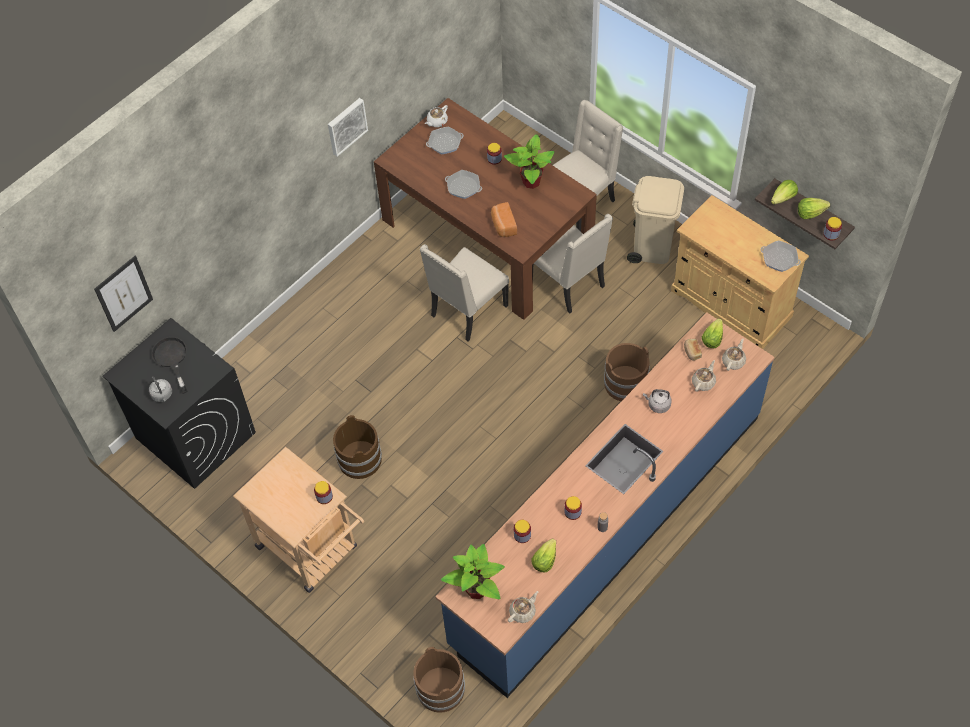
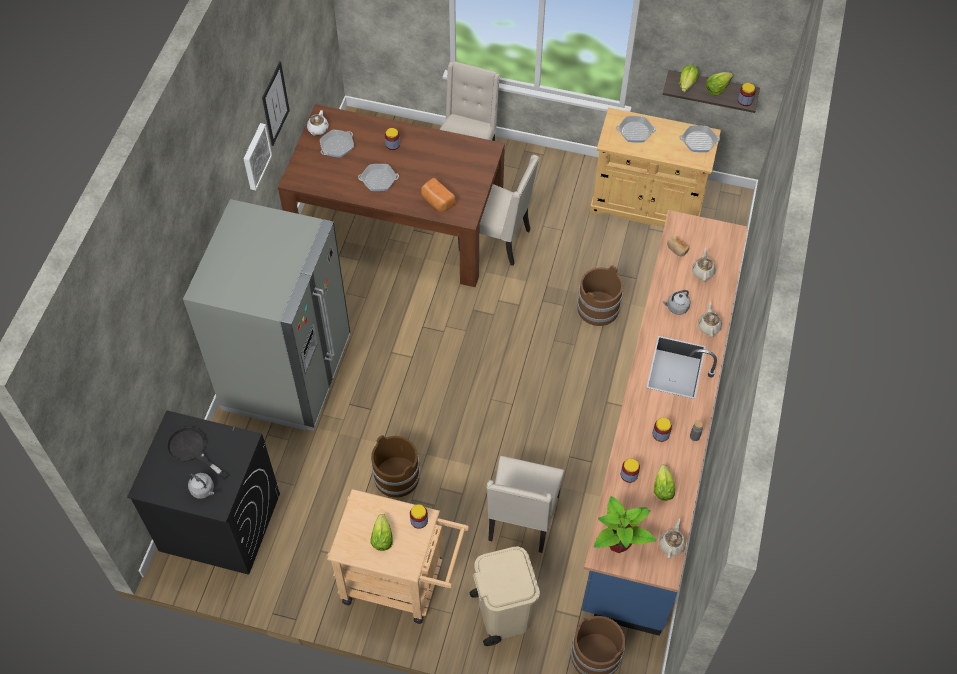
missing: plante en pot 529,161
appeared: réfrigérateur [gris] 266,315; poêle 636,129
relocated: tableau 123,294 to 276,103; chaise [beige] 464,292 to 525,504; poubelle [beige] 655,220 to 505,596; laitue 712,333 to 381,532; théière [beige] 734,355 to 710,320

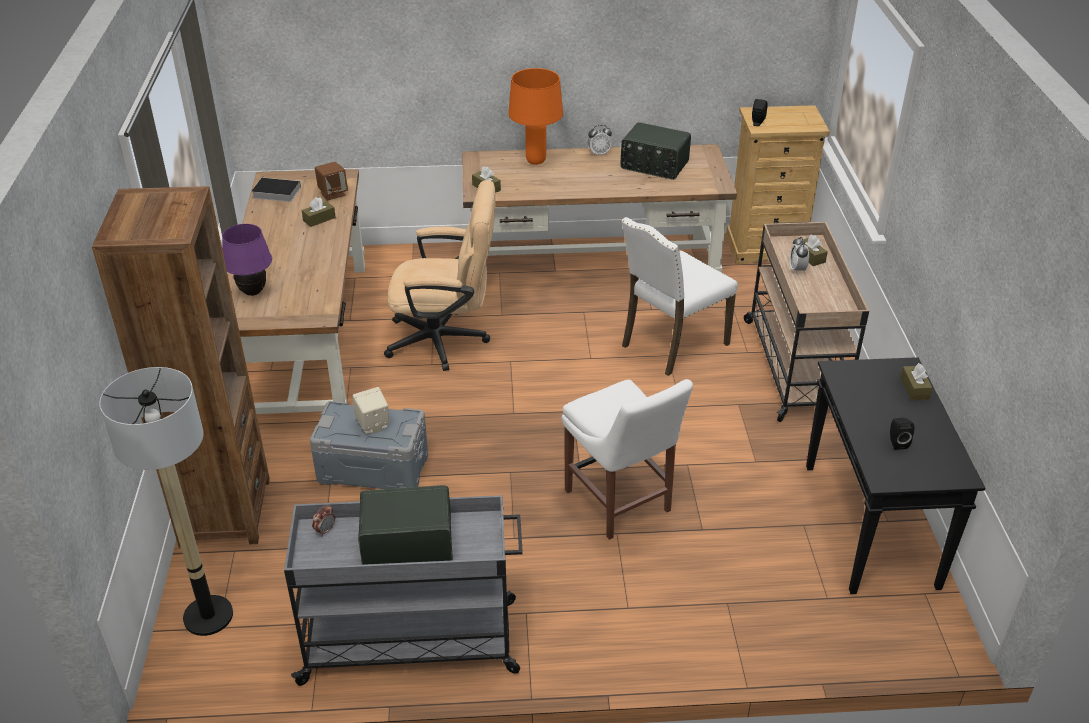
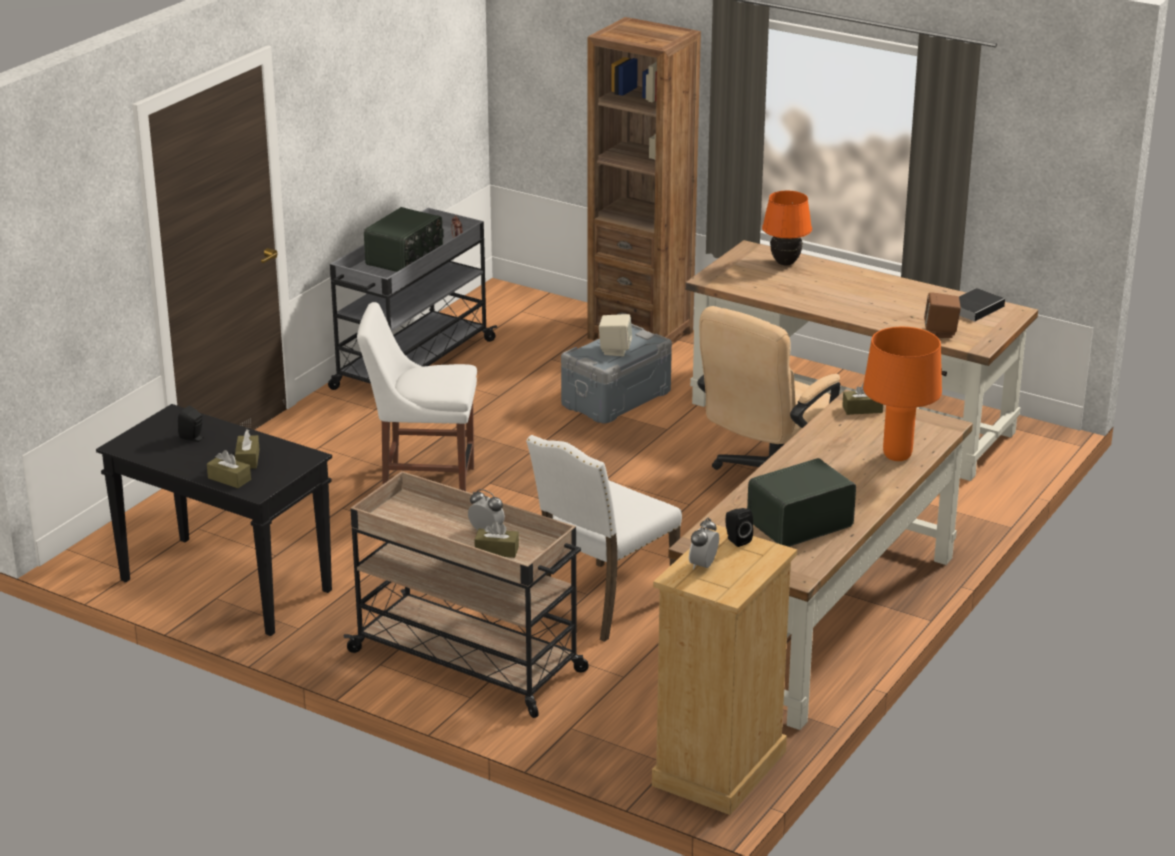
missing: lampadaire 166,501
relocated: boîte à mouchoirs [marron] 319,212 to 247,449; réveil 600,140 to 704,544
colour: lampe de table [violet] 247,260 to lampe de table [orange] 787,228
spun: chaise [blanc] 679,296 = 604,538 135 degrees counterclockwise

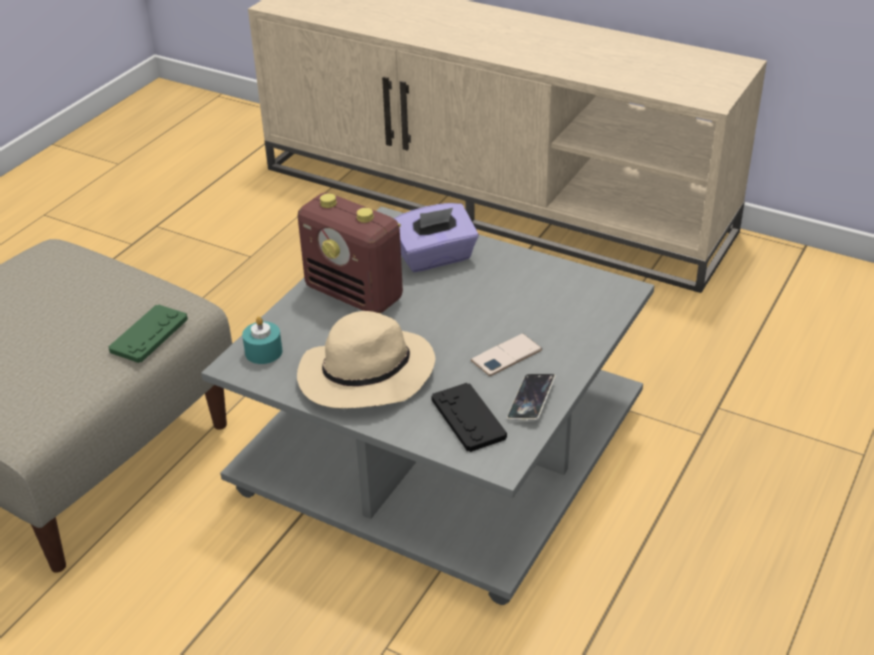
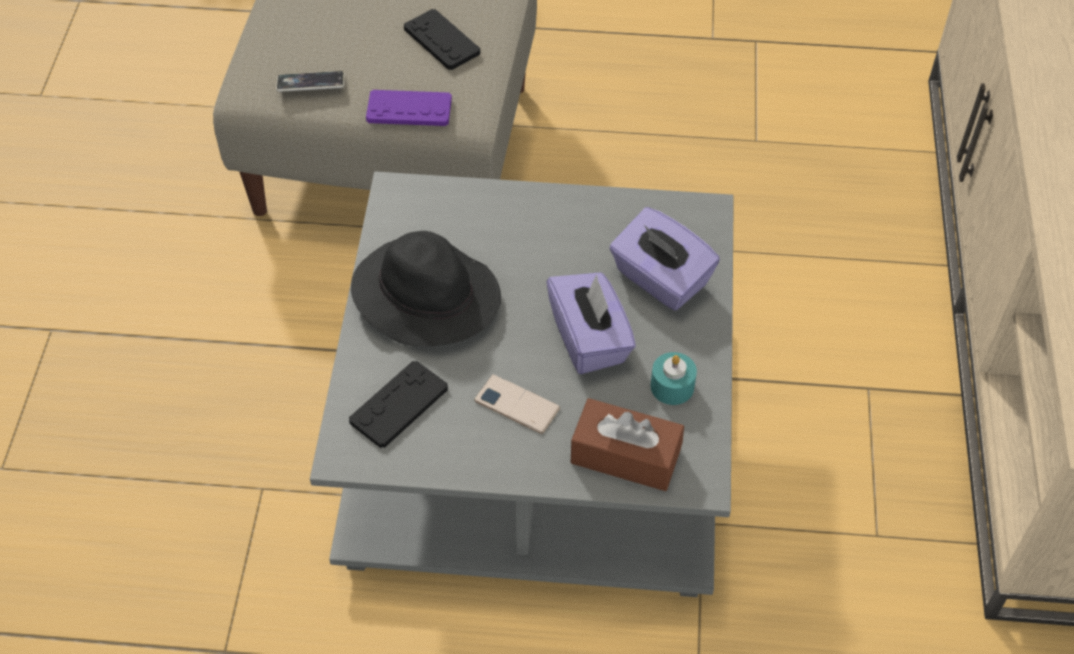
missing: radio 350,253
appeared: manette [noir] 442,39; boîte à mouchoirs [violet] 591,323; boîte à mouchoirs [marron] 627,444
relocated: bougie [turquoise] 262,340 to 674,378; téléphone 531,397 to 310,81
colour: manette [vert] 148,333 to manette [violet] 409,108; chapeau [beige] 366,359 to chapeau [noir] 426,289

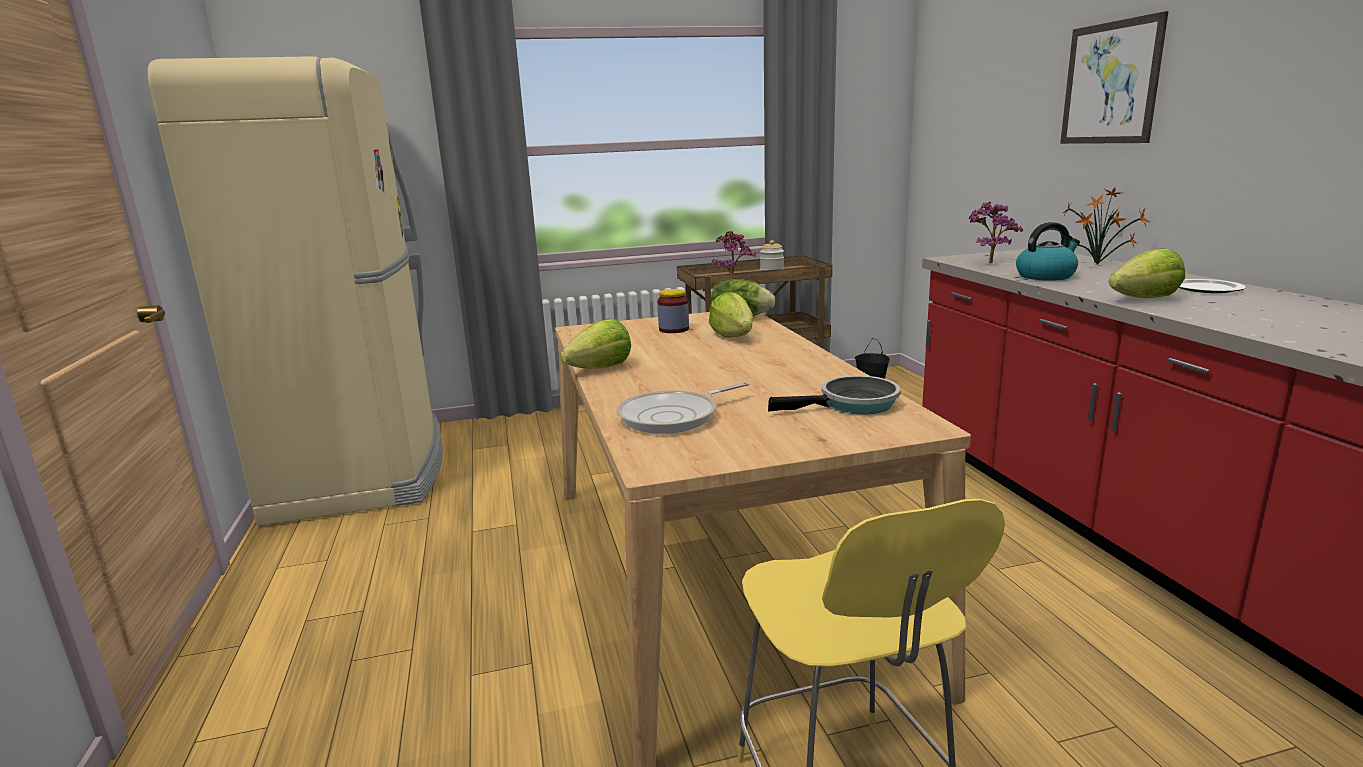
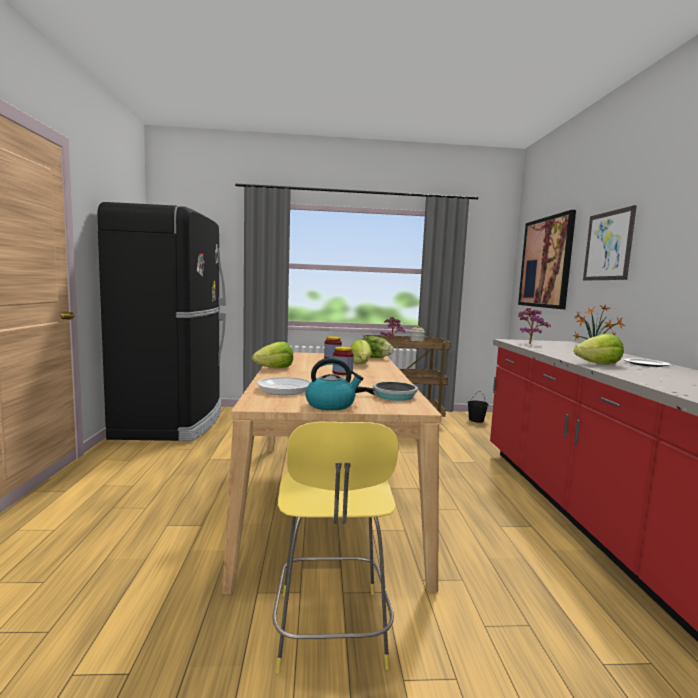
appeared: bocal 343,360; tableau 547,259
relocated: bouilloire 1048,251 to 334,384
colour: réfrigérateur [beige] 295,291 to réfrigérateur [noir] 161,321

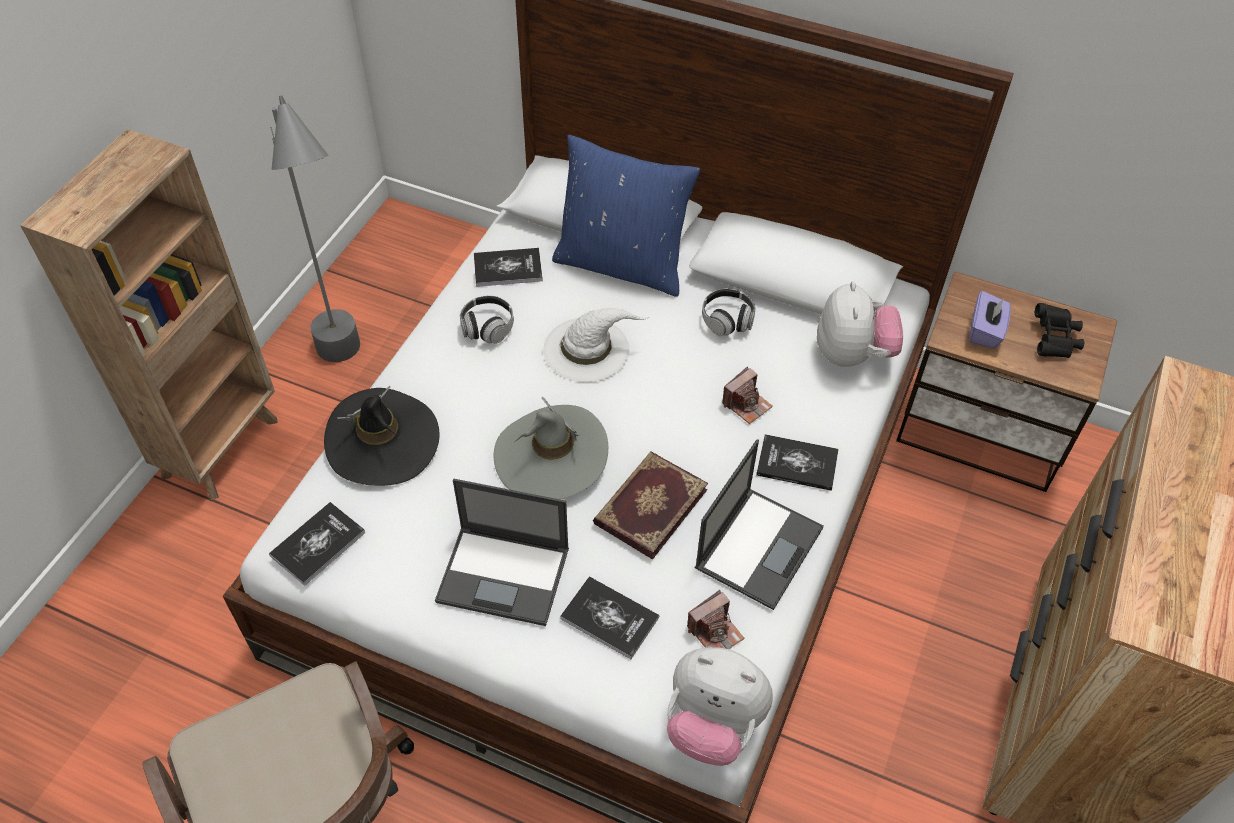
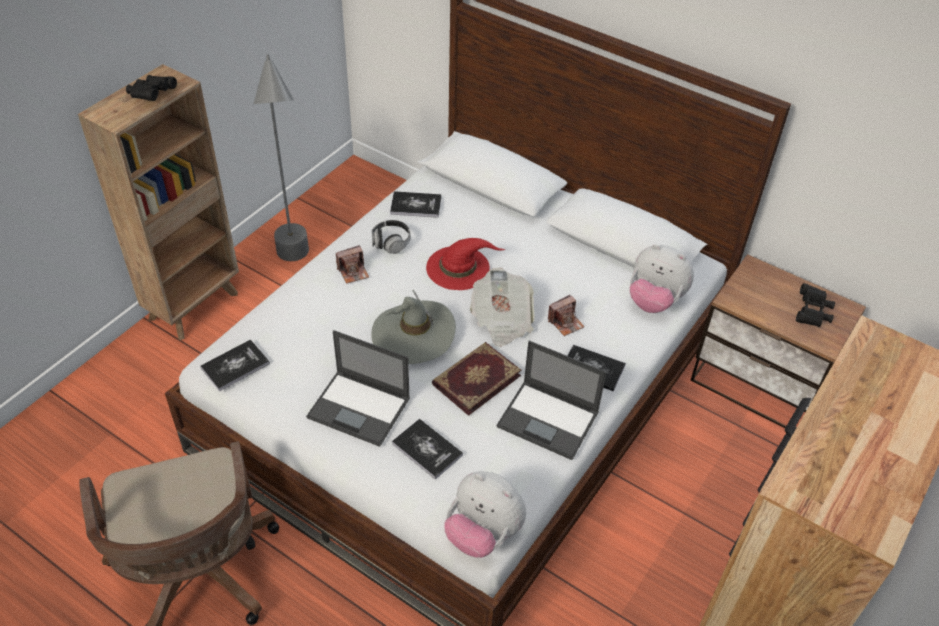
missing: chapeau [noir] 382,436; coussin [bleu] 626,216; casque audio 729,312; boîte à mouchoirs [violet] 990,320
appeared: jumelles [noir] 151,88; journal 502,307
relocated: appareil photo 715,619 to 352,264
colour: chapeau [blanc] 596,345 to chapeau [rouge] 465,264
spun: ordinateur portable 759,525 = 551,400 75 degrees clockwise; peluche 860,324 = 662,278 105 degrees clockwise

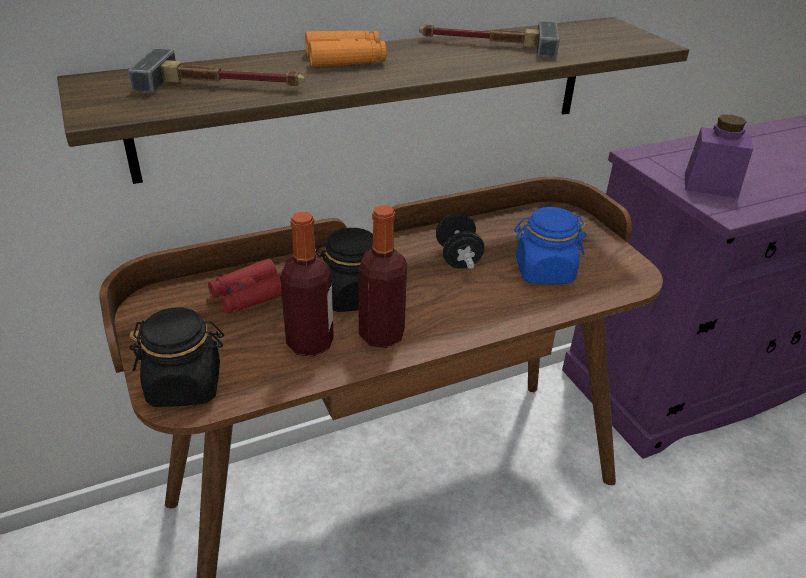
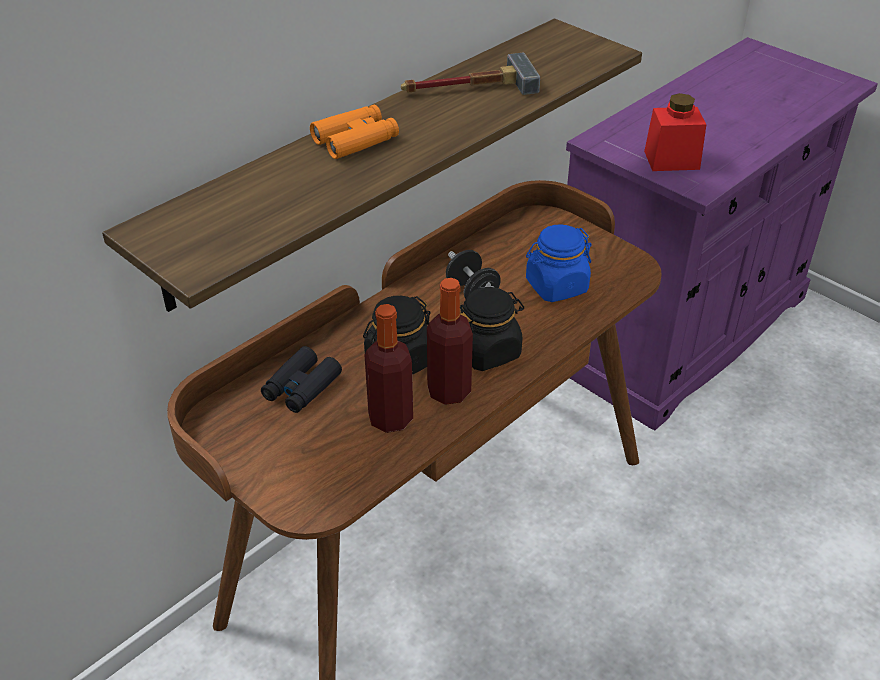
missing: marteau 216,71
relocated: bocal [noir] 176,357 to 492,329
colour: jumelles [rouge] 245,286 to jumelles [noir] 301,379; bocal [violet] 719,157 to bocal [rouge] 675,132

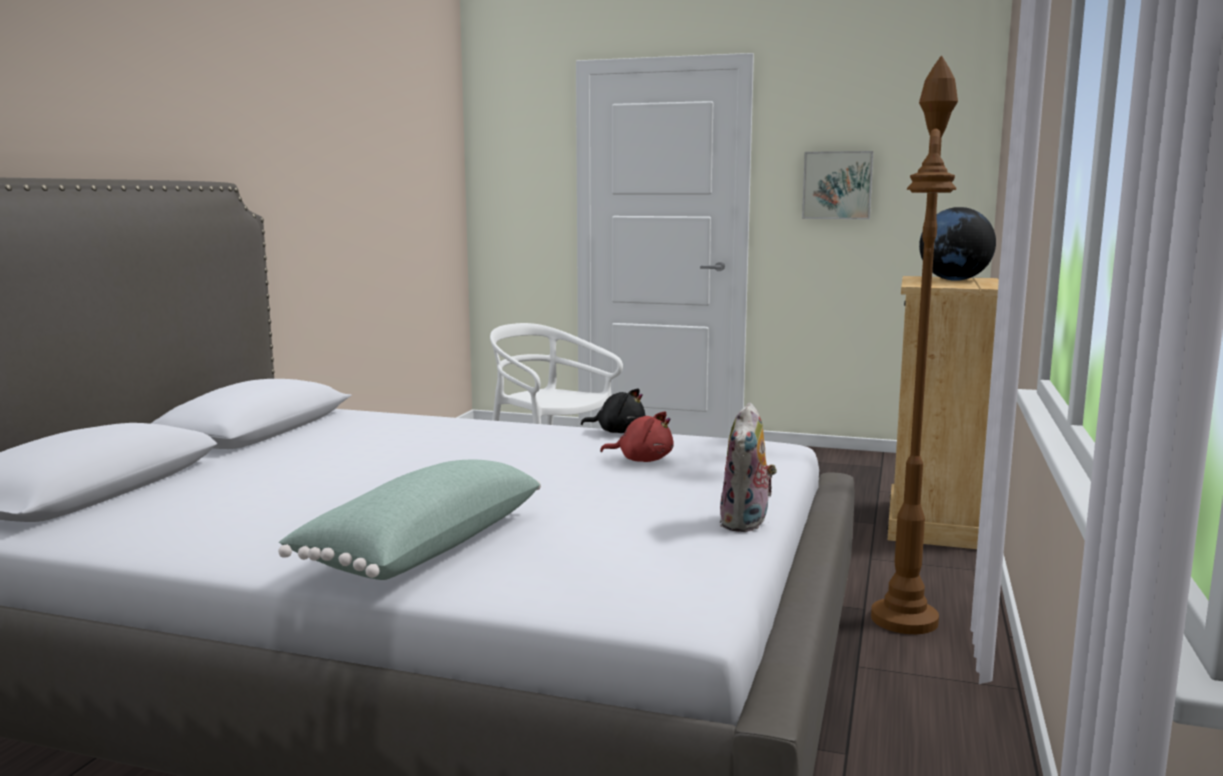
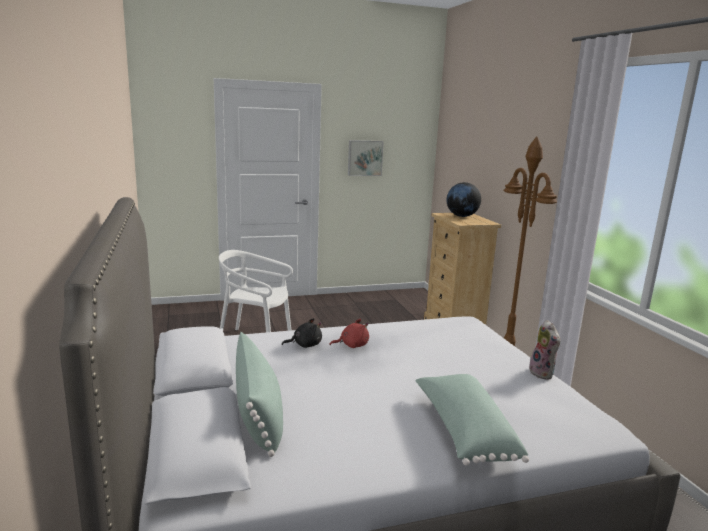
appeared: coussin [vert] 259,394
relocated: peluche [noir] 613,410 to 302,333; peluche [rouge] 637,436 to 349,333

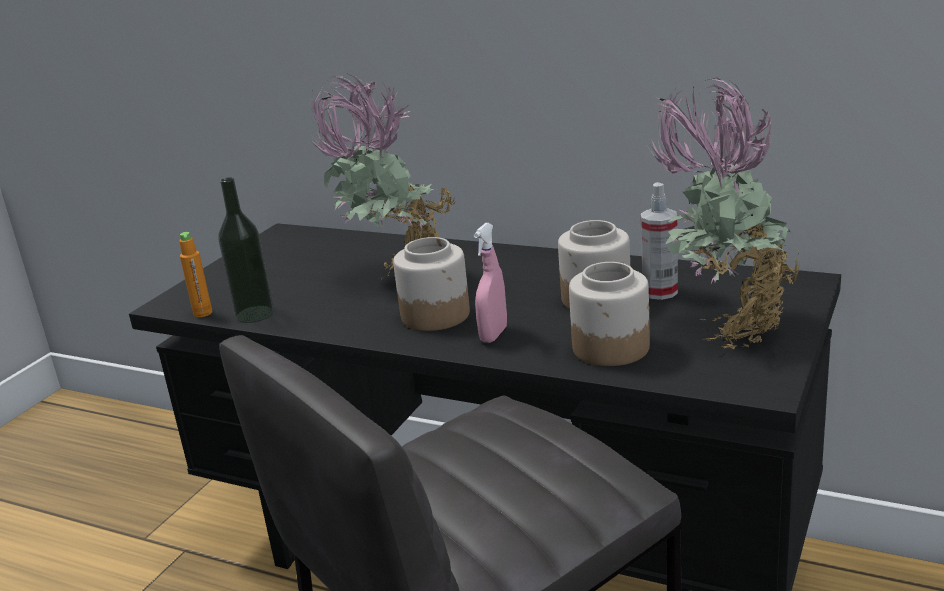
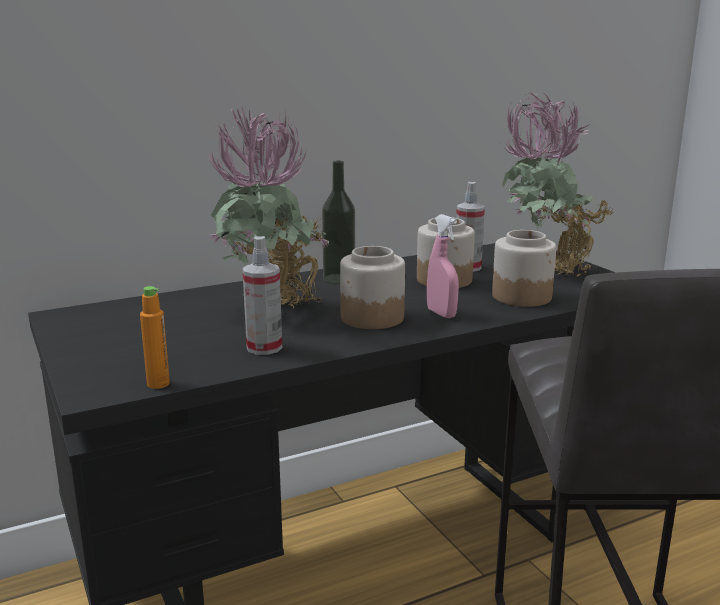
appeared: vaporisateur 262,295
relocated: bouteille 246,250 to 338,222

